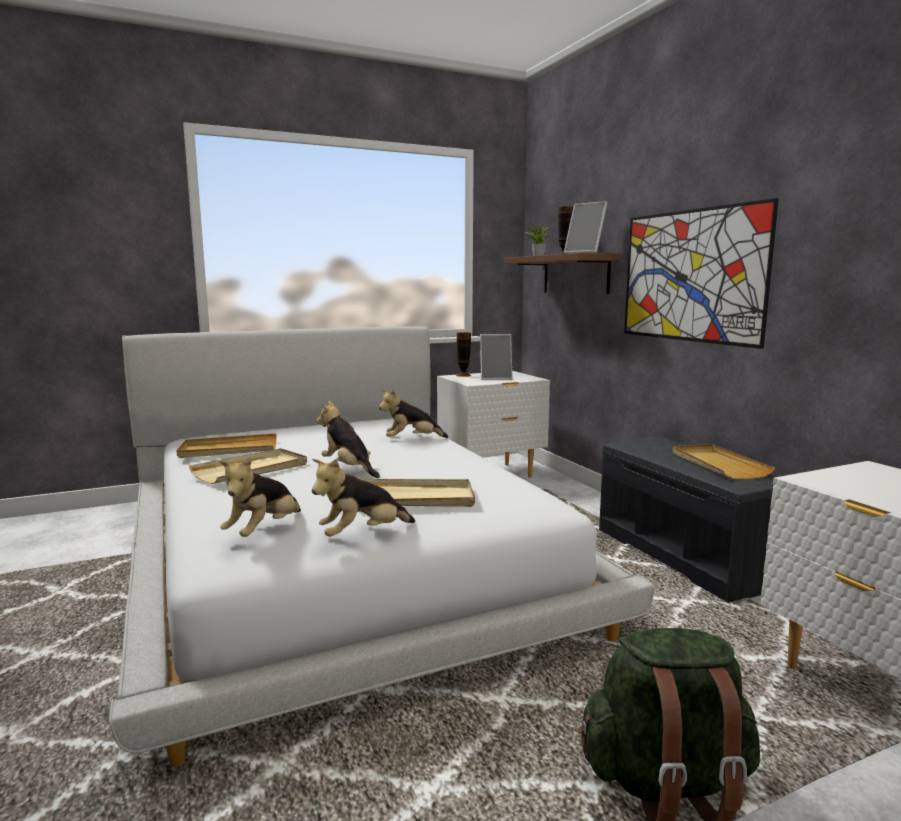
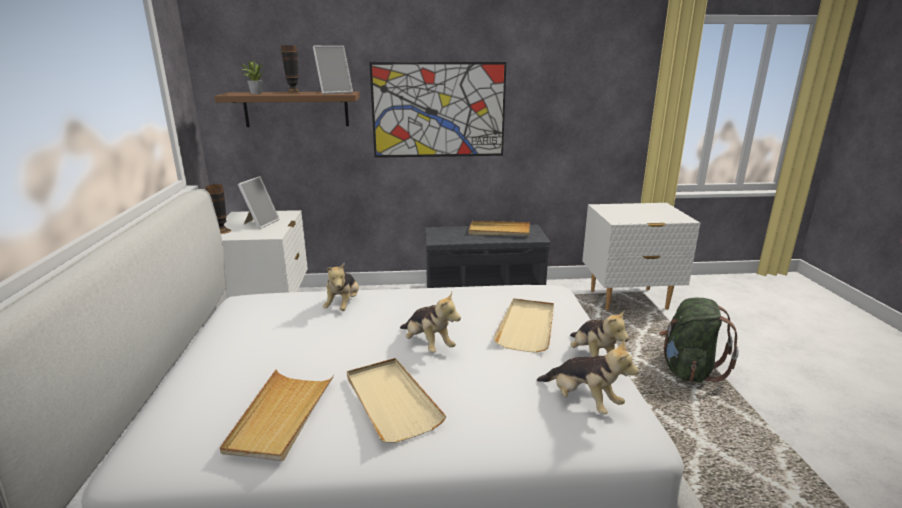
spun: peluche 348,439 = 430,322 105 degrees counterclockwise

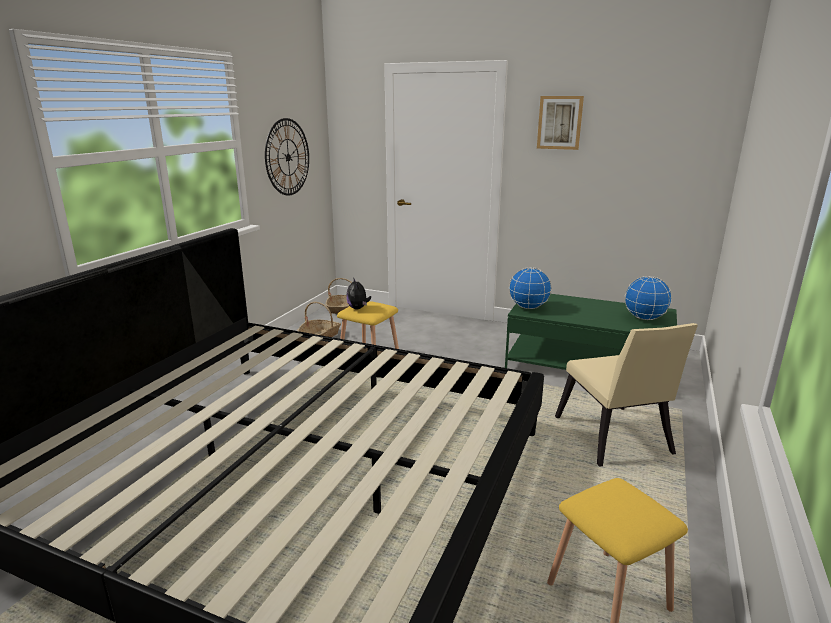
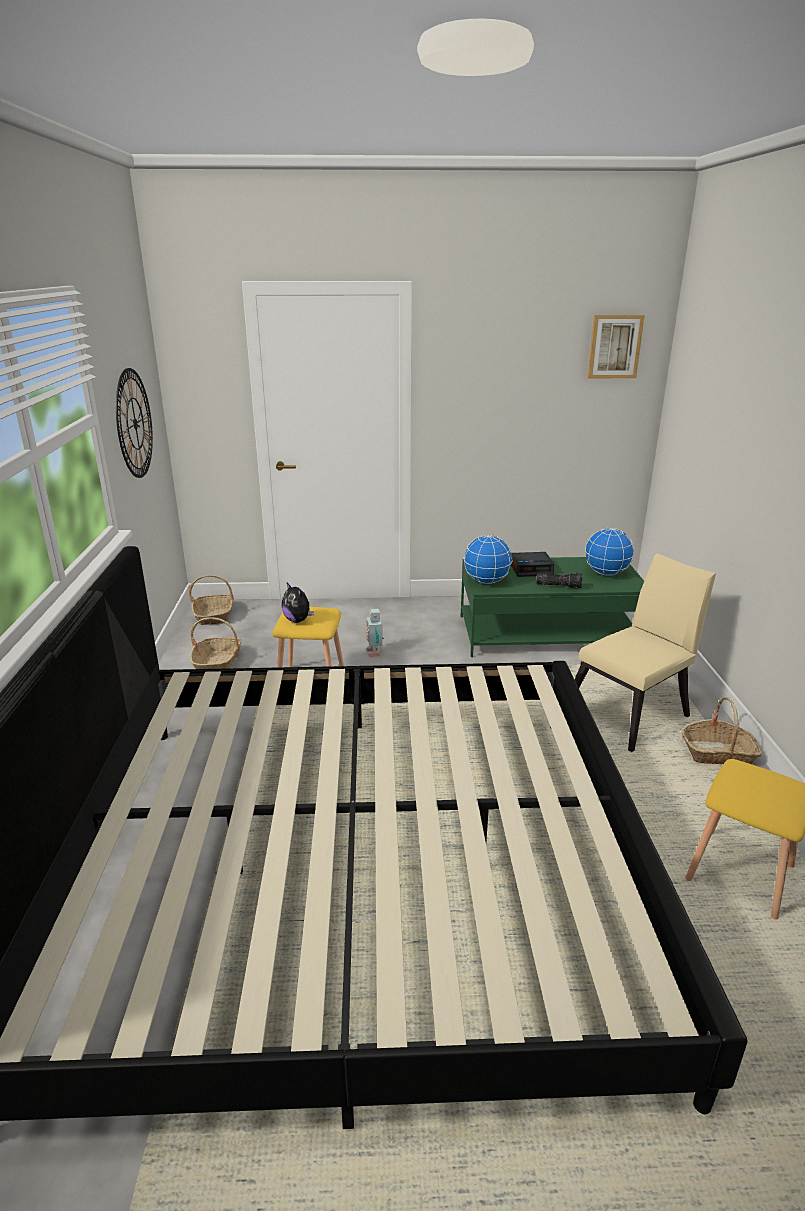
appeared: robot jouet 374,633; réveil 532,564; lampe de poche 559,581; panier 722,730
relocated: tableau 560,123 to 616,347
spun: chaise [beige] 626,395 = 645,652 90 degrees counterclockwise

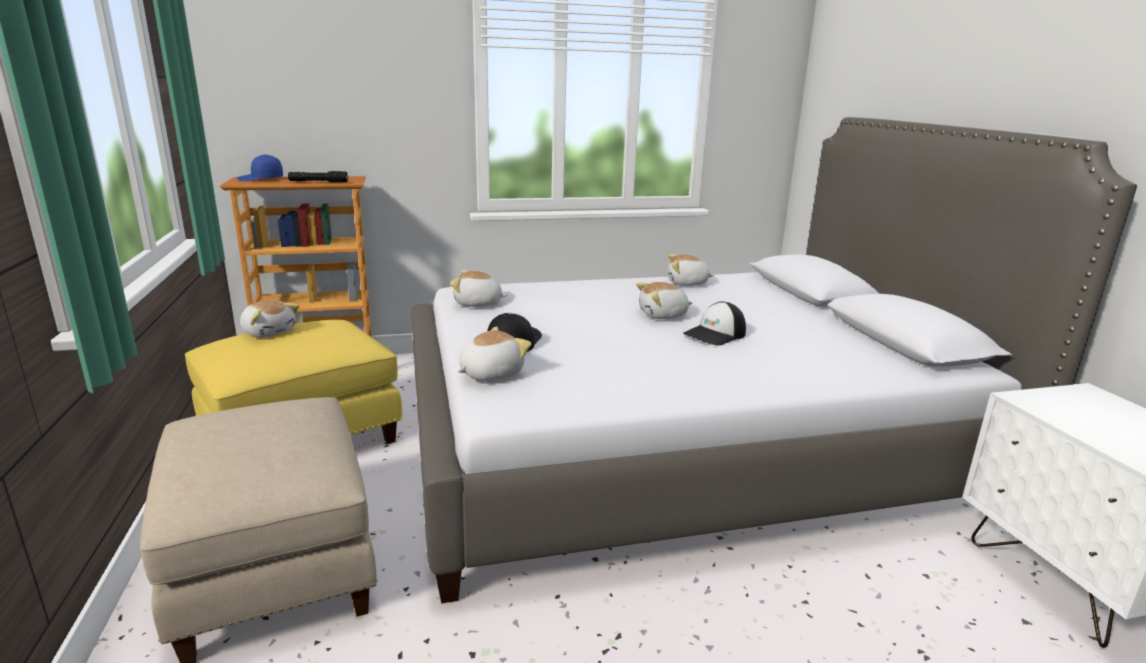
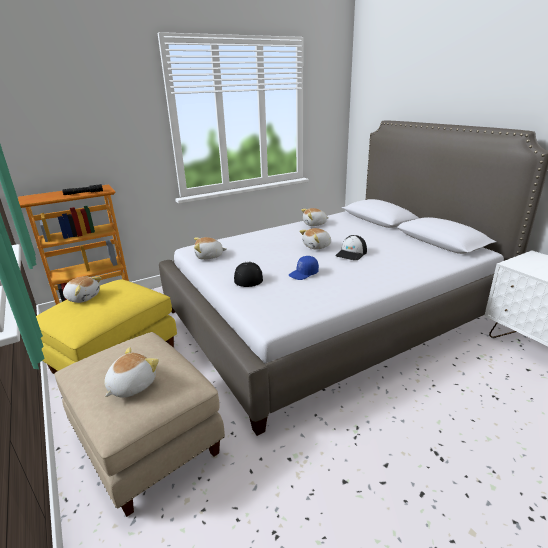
relocated: casquette [bleu] 259,167 to 304,268; peluche 494,353 to 131,372

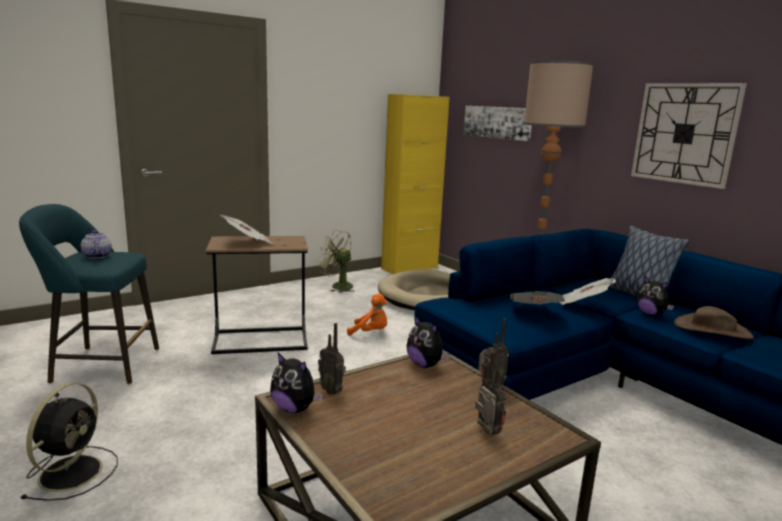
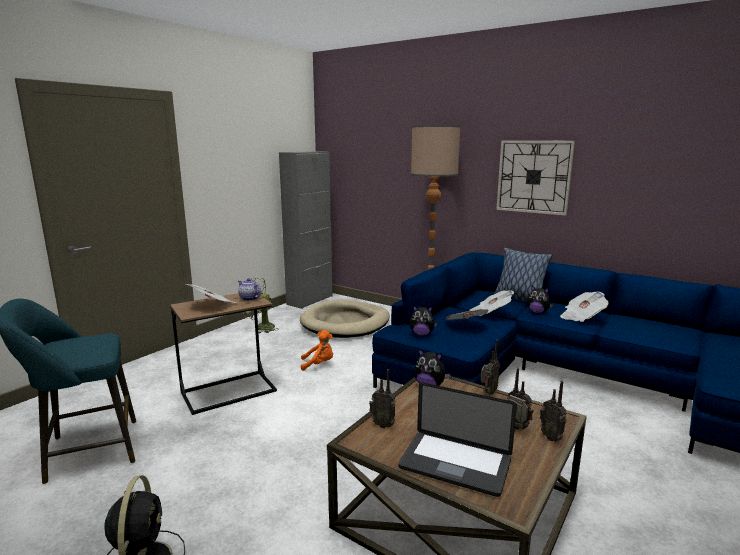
missing: tableau 497,123
appeared: ordinateur portable 457,439; radio 553,411
relocated: théière 96,244 to 249,289; peluche 296,383 to 423,320
exchanged: chapeau [marron] 714,322 to journal 584,307
colour: meuble de rangement [jaune] 415,184 to meuble de rangement [gris] 306,230

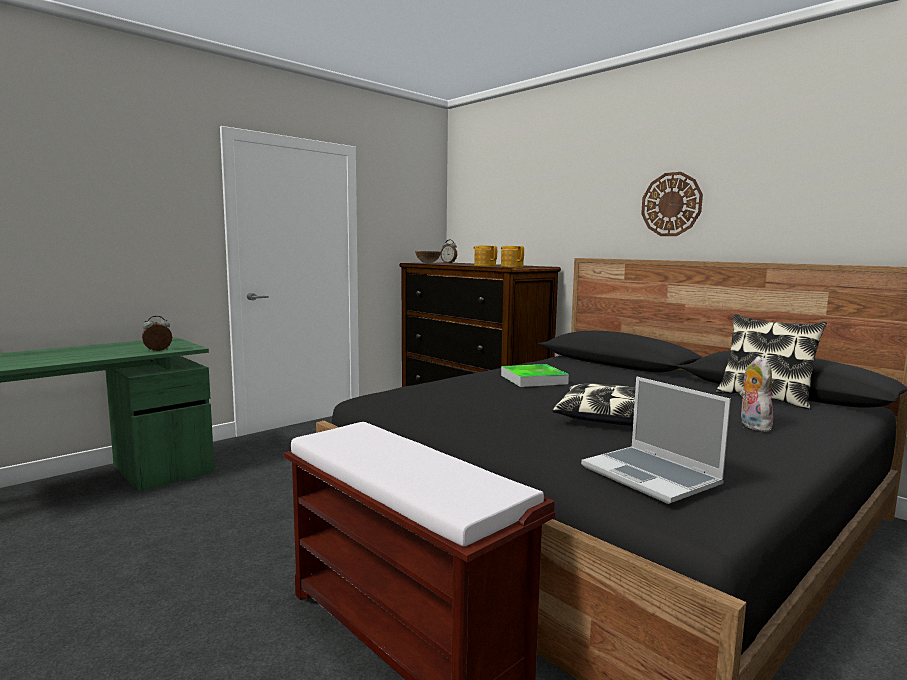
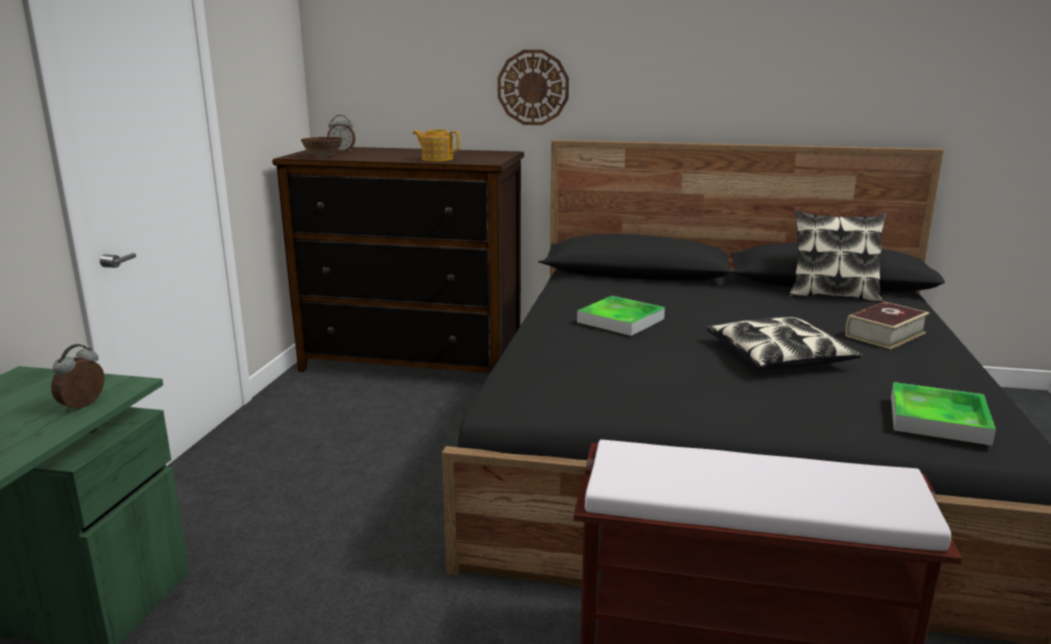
missing: théière 512,256
relocated: horloge murale 672,204 to 533,87
exchanged: ordinateur portable 656,440 to plateau 943,414; peluche 756,393 to livre 887,325

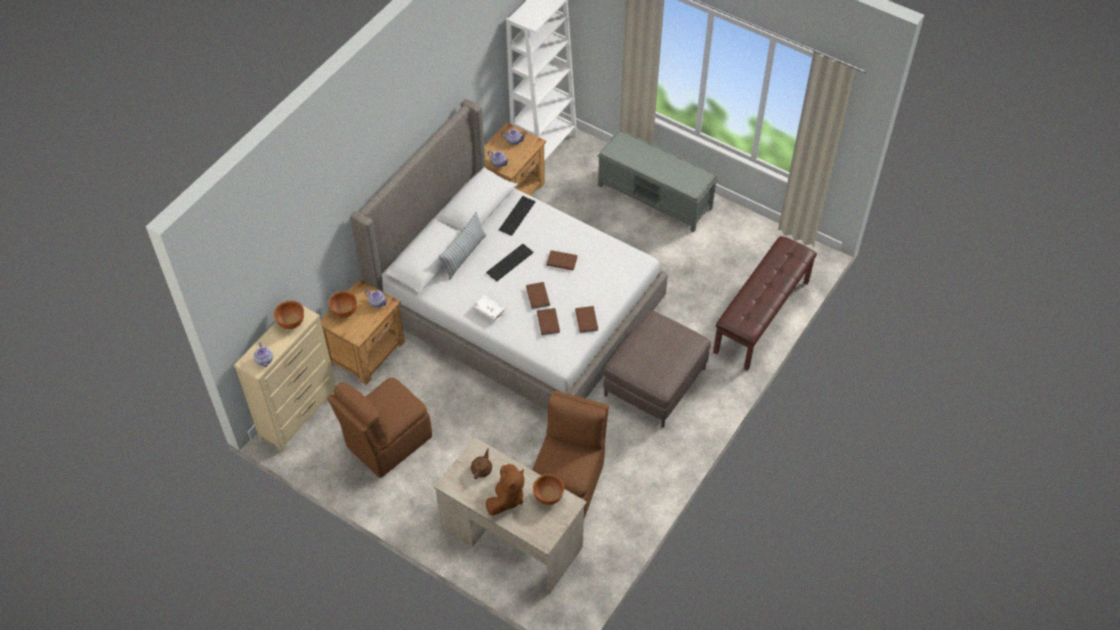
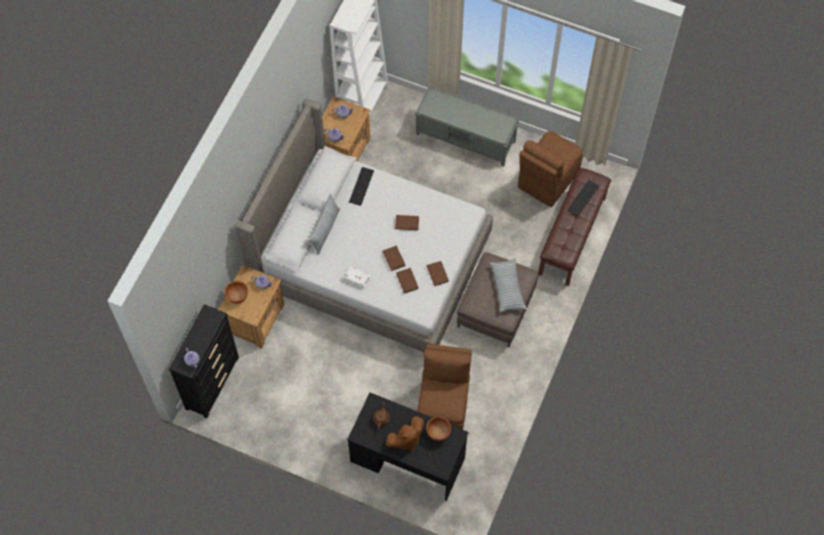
missing: bol [marron] 289,315
appeared: coussin 508,285
relocated: chaise [marron] 379,428 to 550,169; clavier 509,262 to 583,198
colour: commode [beige] 285,378 to commode [noir] 204,361; bureau [beige] 510,515 to bureau [noir] 408,447
spun: peluche [marron] 505,489 = 405,433 45 degrees clockwise

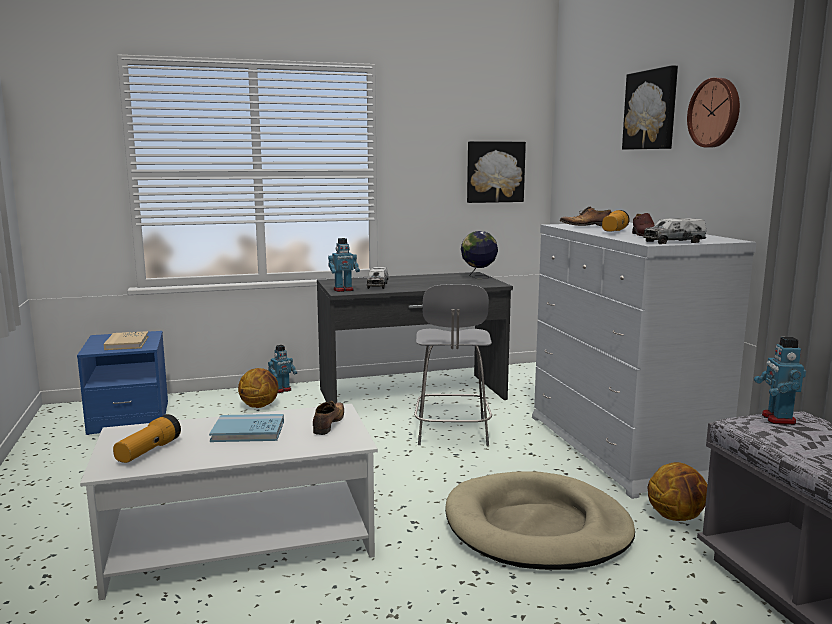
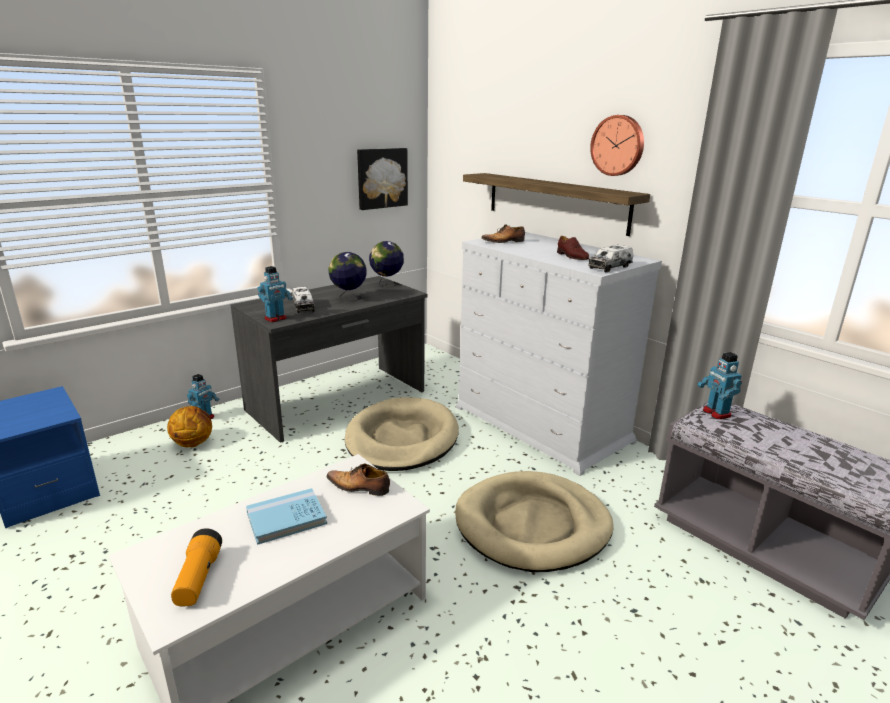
missing: livre [beige] 126,340; lampe de poche 616,220; tableau 650,107; ballon de basket 677,491
appeared: globe 347,277; étagère 556,204
exchanged: tabouret [gris] 453,365 to panier pour chien [beige] 402,434
spun: chaussure 328,417 = 358,479 60 degrees counterclockwise

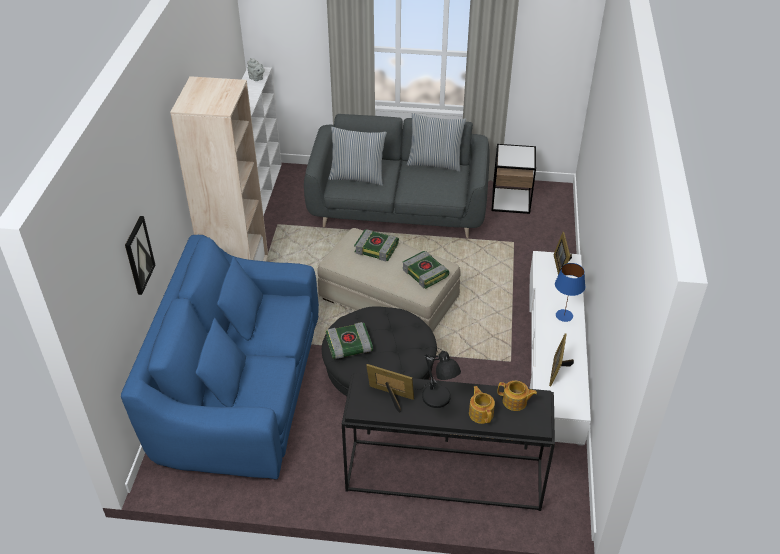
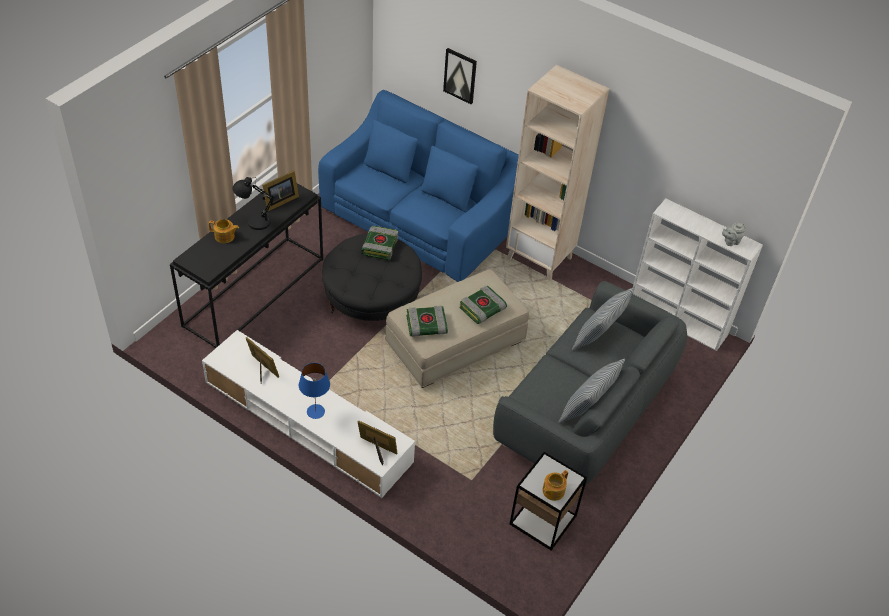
relocated: théière 517,396 to 555,485

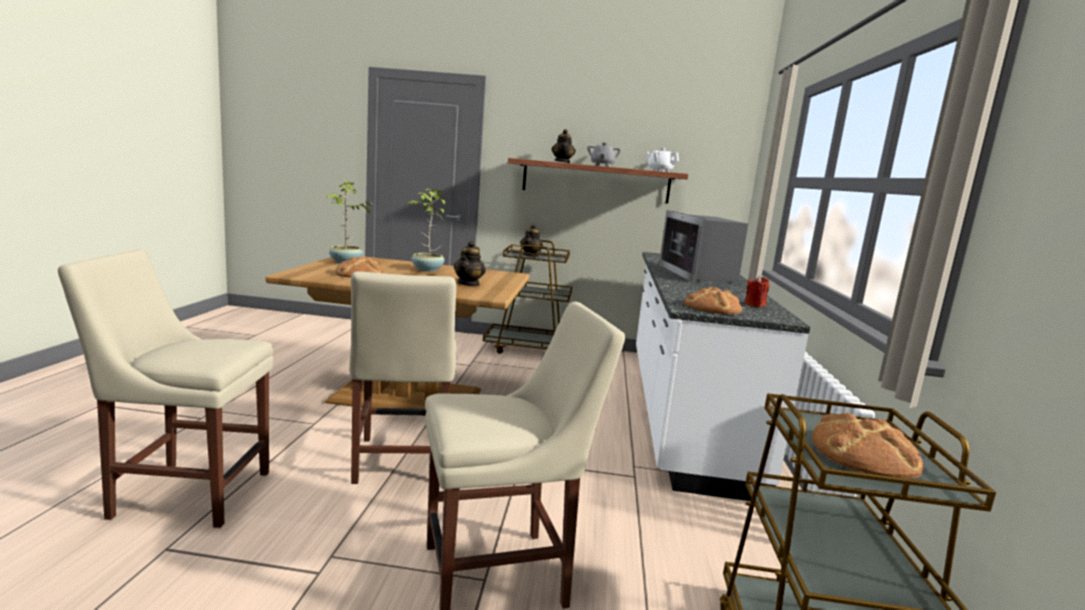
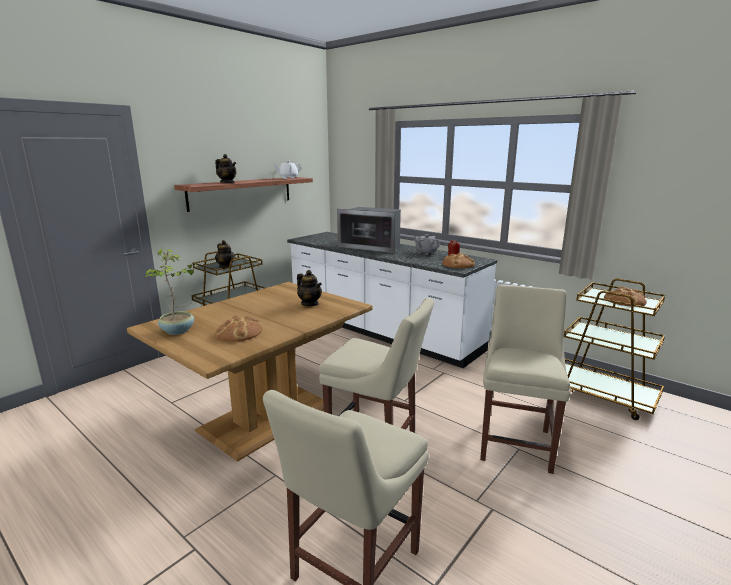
missing: plante en pot 426,230
relocated: théière [gris] 604,155 to 427,244

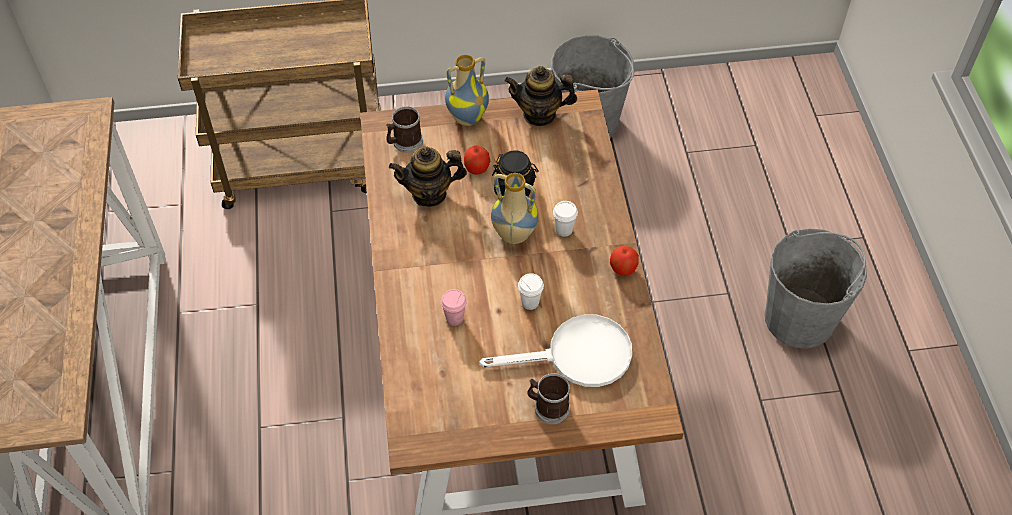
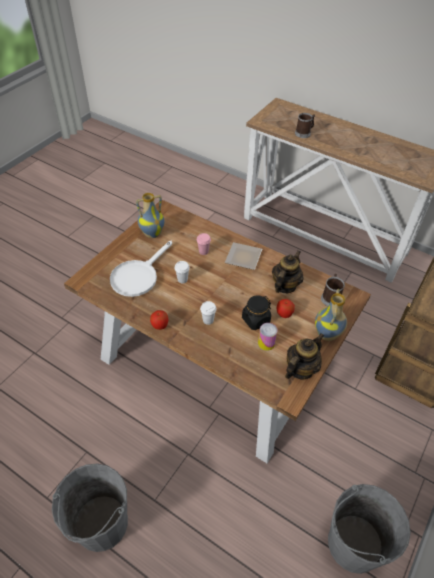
appeared: assiette 243,256; boîte métallique 268,337
relocated: vase 514,208 to 150,215; mug 548,398 to 305,125

